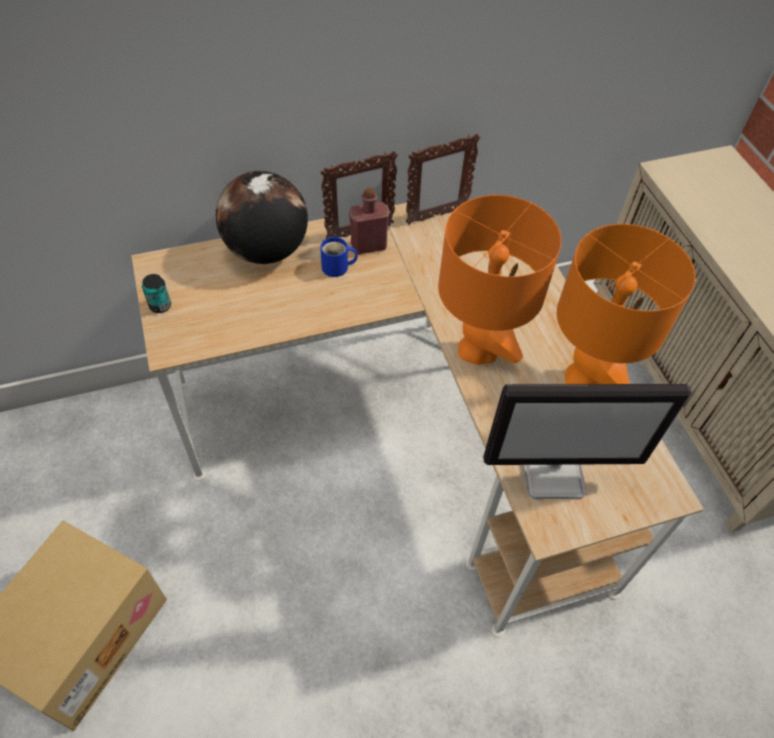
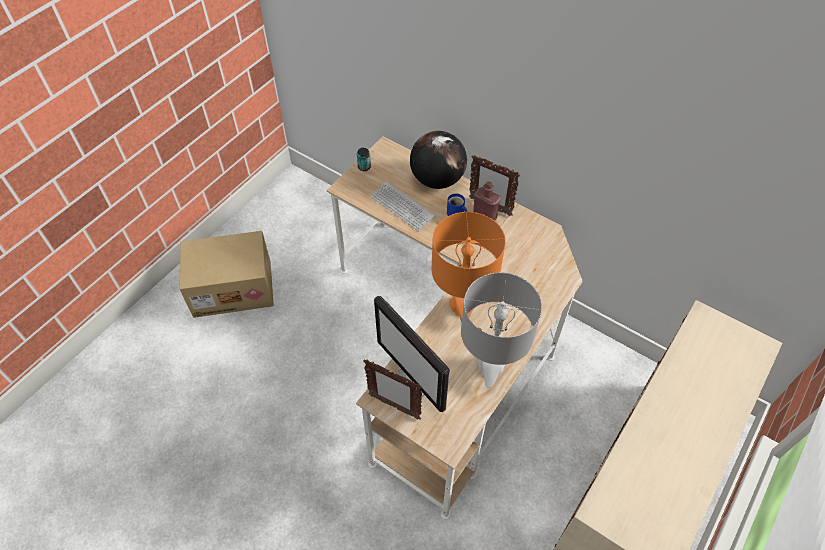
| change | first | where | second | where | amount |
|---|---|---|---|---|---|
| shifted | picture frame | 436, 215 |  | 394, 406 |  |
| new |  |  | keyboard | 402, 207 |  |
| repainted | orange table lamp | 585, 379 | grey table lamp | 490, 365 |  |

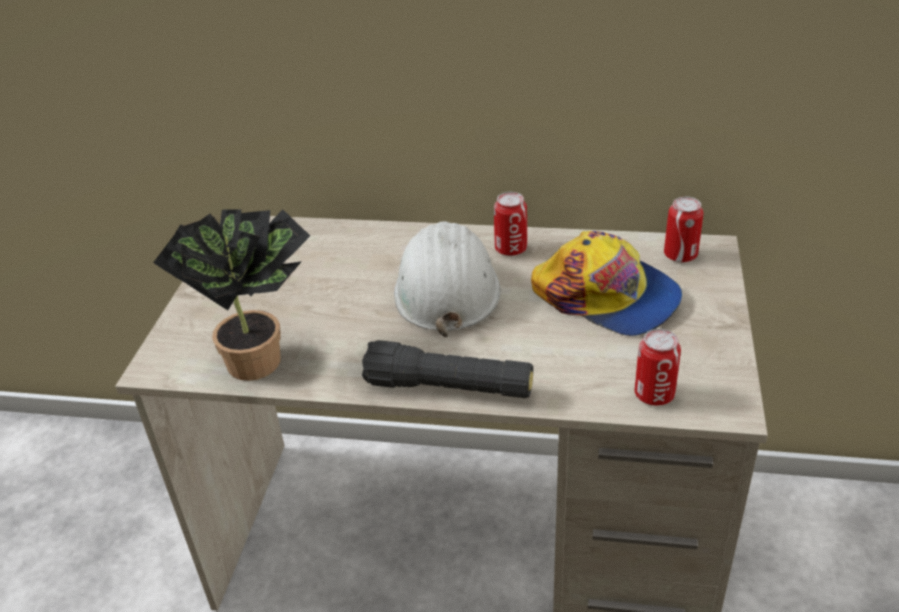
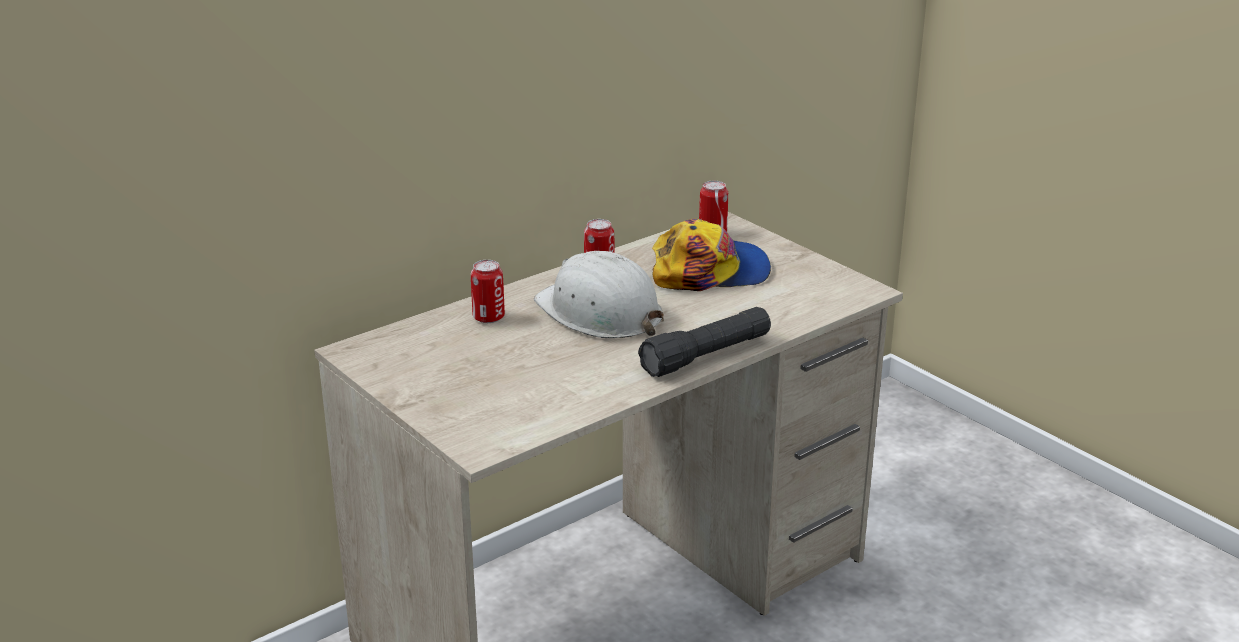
| change | first | where | second | where | amount |
|---|---|---|---|---|---|
| shifted | can | 654, 394 |  | 488, 317 |  |
| gone | potted plant | 260, 357 |  |  |  |

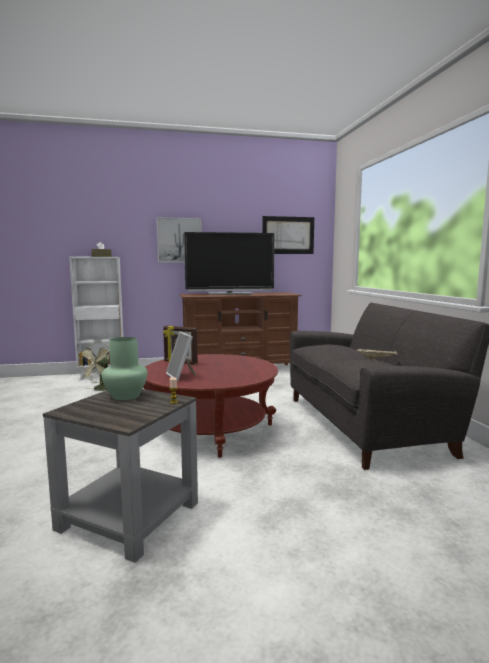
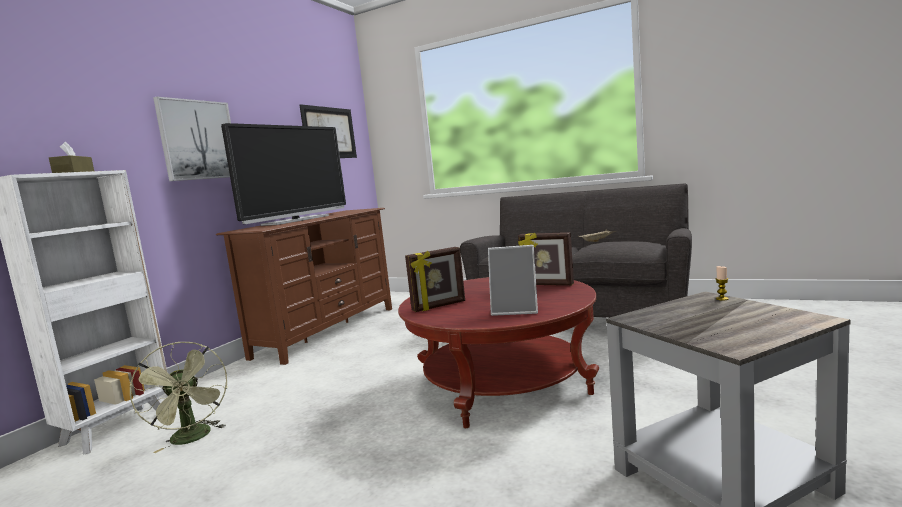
| change | first | where | second | where | amount |
|---|---|---|---|---|---|
| new |  |  | picture frame | 547, 285 |  |
| gone | green vase | 126, 396 |  |  |  |

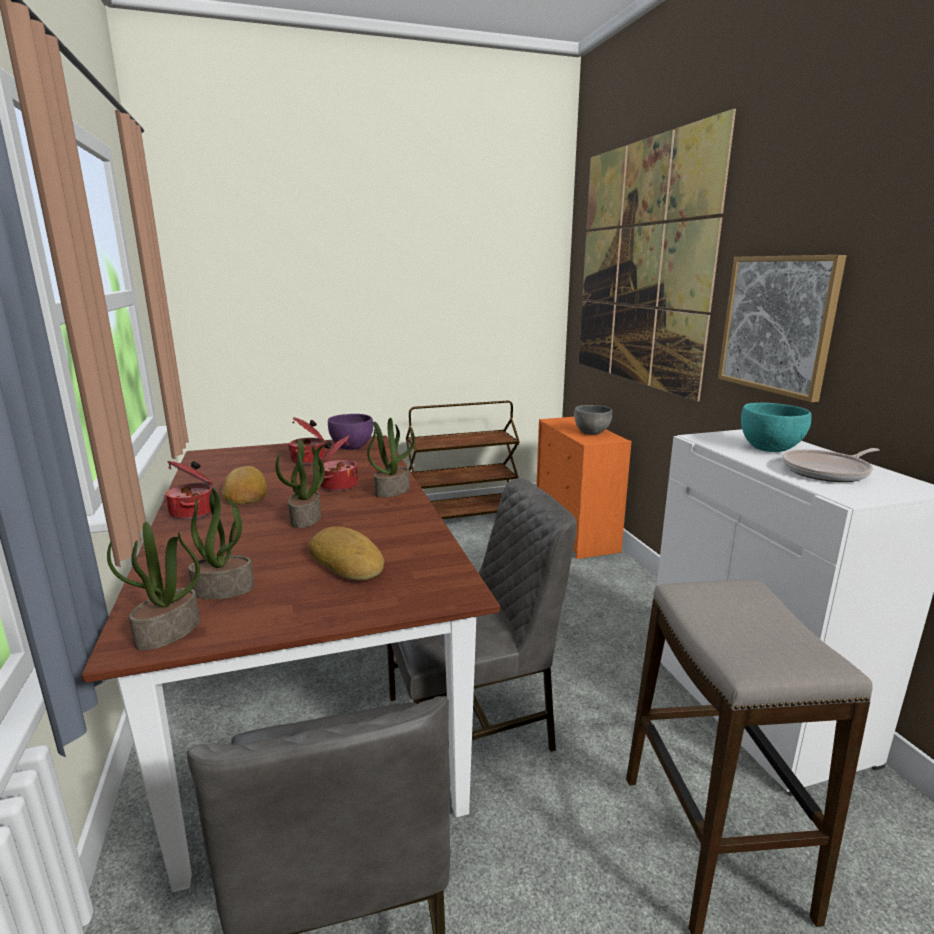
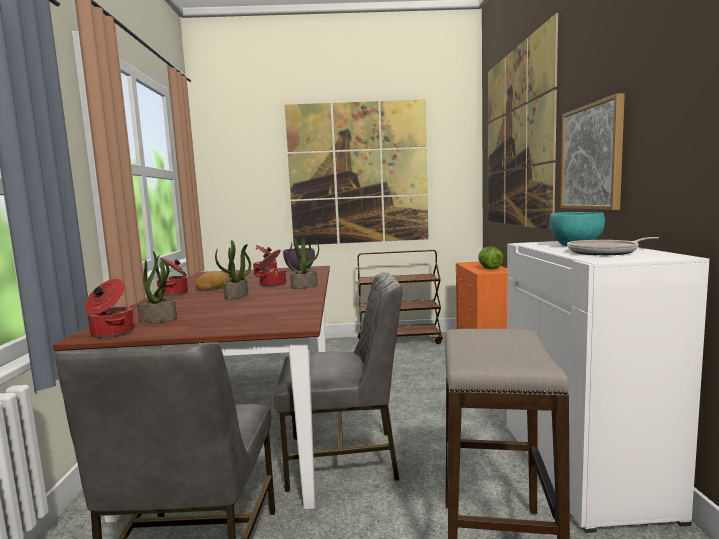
| change | first | where | second | where | amount |
|---|---|---|---|---|---|
| swapped | potted plant | 168, 633 | cooking pot | 111, 333 |  |
| new |  |  | picture | 358, 173 |  |
| swapped | grey bowl | 591, 433 | lettuce | 490, 268 |  |
| gone | bread | 348, 561 |  |  |  |

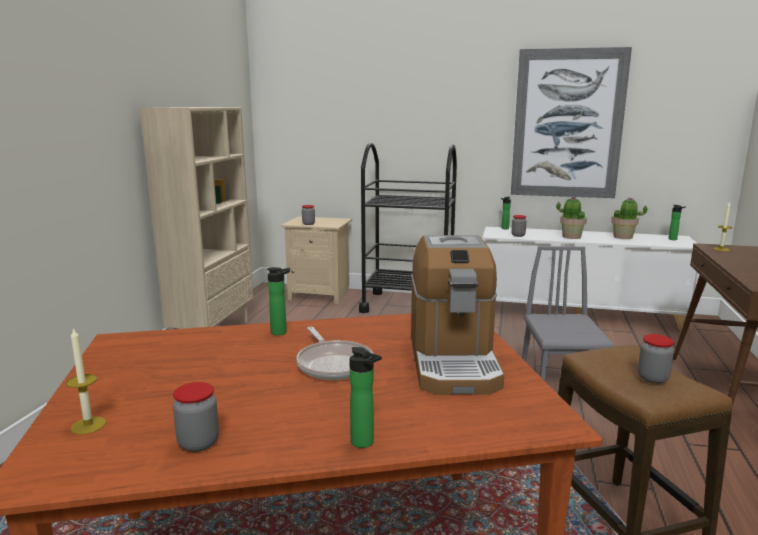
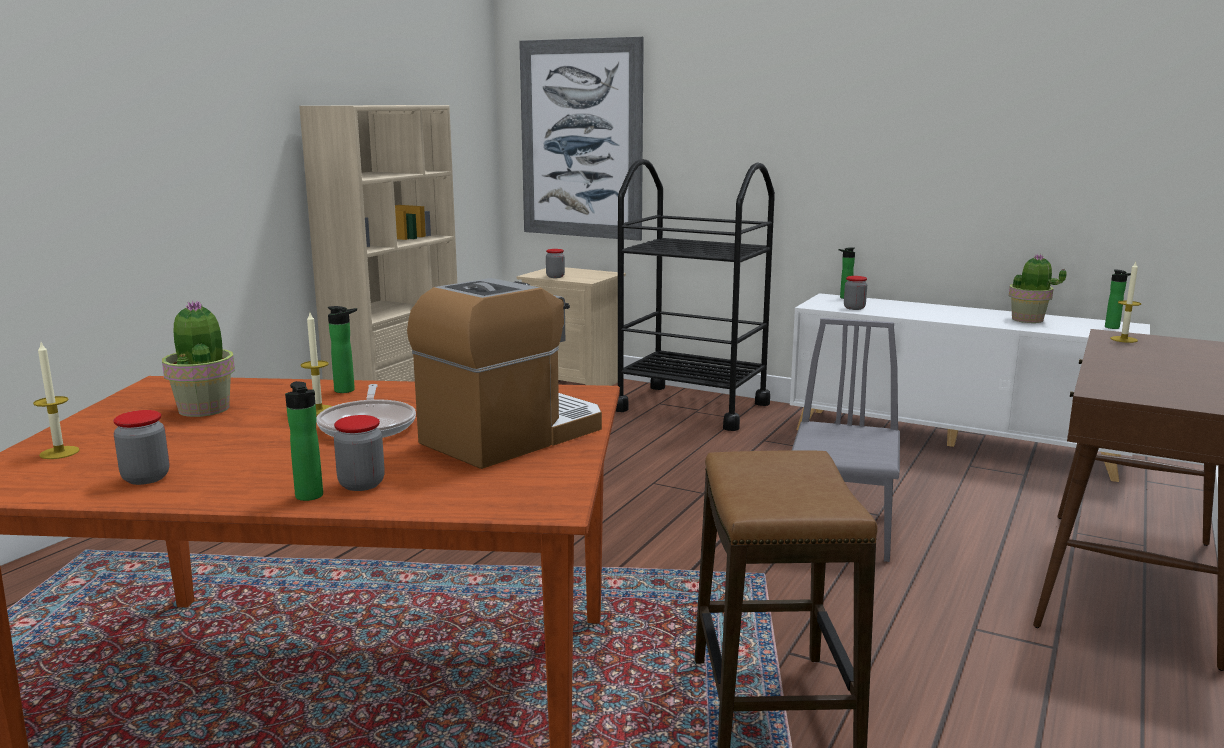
| change | first | where | second | where | amount |
|---|---|---|---|---|---|
| shifted | potted plant | 571, 236 |  | 204, 409 |  |
| new |  |  | candle | 318, 410 |  |
| shifted | jar | 652, 378 |  | 361, 484 |  |
| rotated | coffee machine | 453, 361 |  | 512, 436 | 150 degrees counterclockwise |
| shifted | picture | 567, 124 |  | 581, 140 |  |

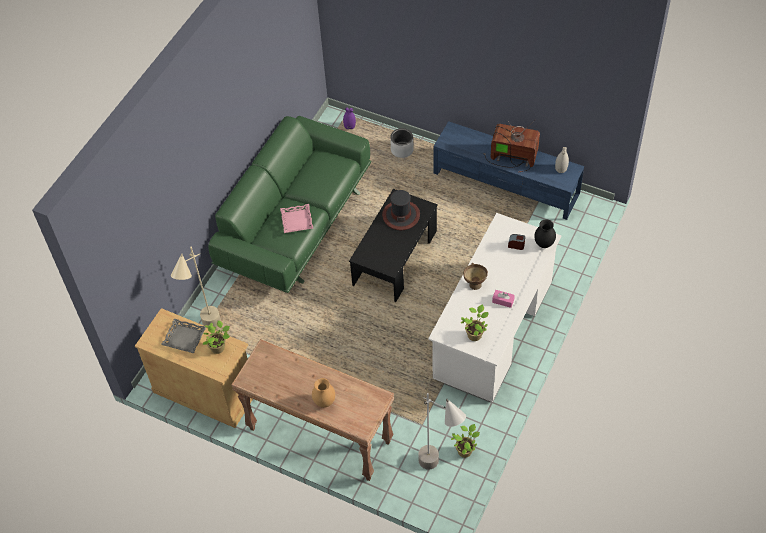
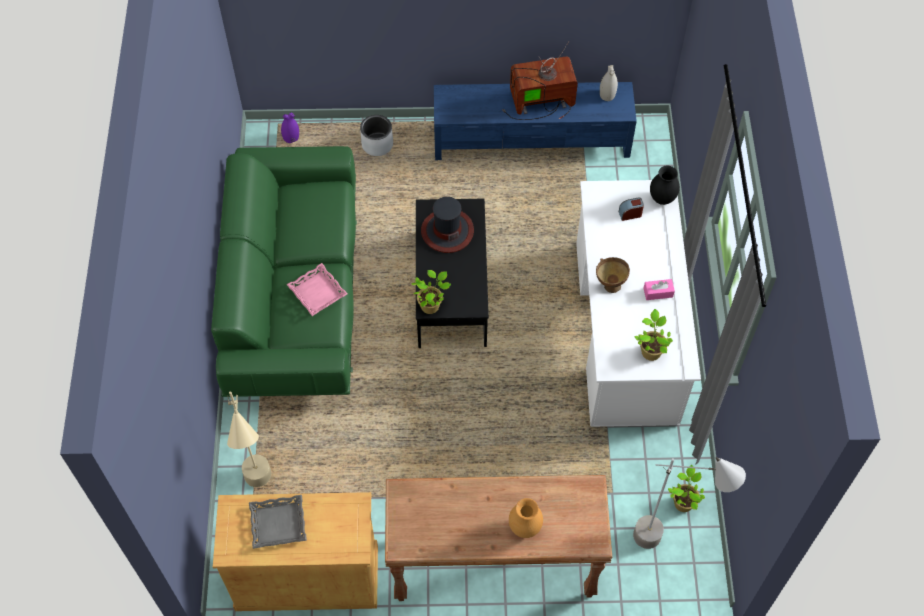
| change | first | where | second | where | amount |
|---|---|---|---|---|---|
| shifted | potted plant | 219, 347 |  | 431, 305 |  |

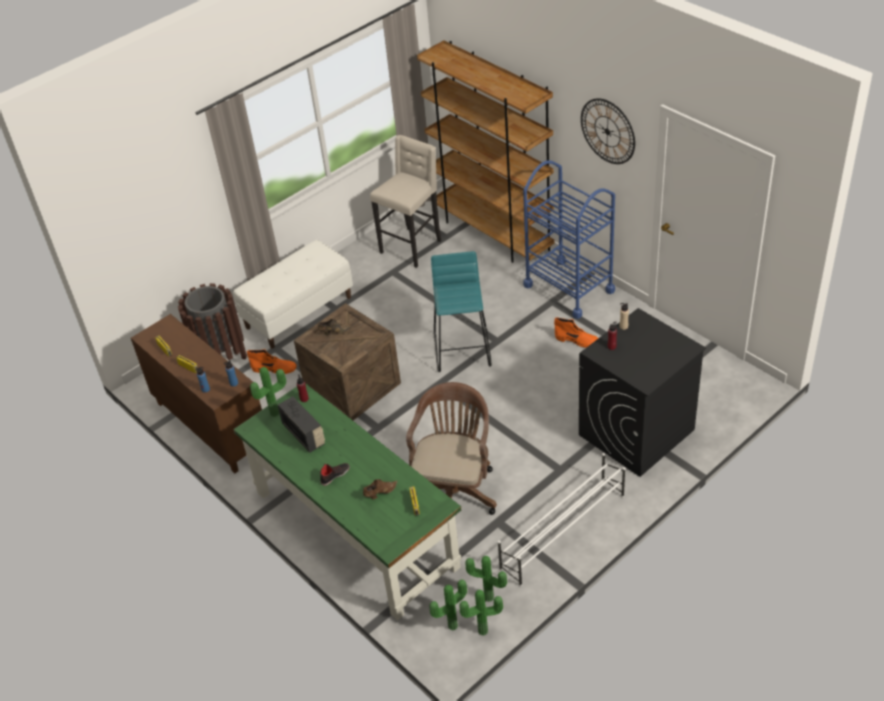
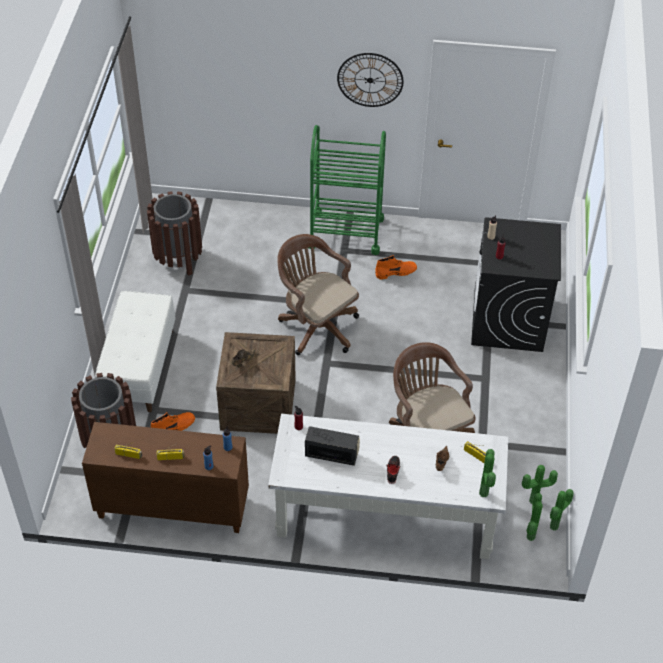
| change | first | where | second | where | amount |
|---|---|---|---|---|---|
| swapped | beige stool | 412, 246 | brown trash can | 178, 259 |  |
| repainted | green desk | 354, 529 | white desk | 384, 514 |  |
| swapped | turquoise stool | 463, 350 | brown office chair | 316, 326 |  |
| repainted | blue cart | 569, 288 | green cart | 346, 232 |  |
| shifted | potted plant | 276, 414 |  | 485, 493 |  |
| gone | brown bookcase | 492, 233 |  |  |  |
| gone | white shoe rack | 562, 532 |  |  |  |

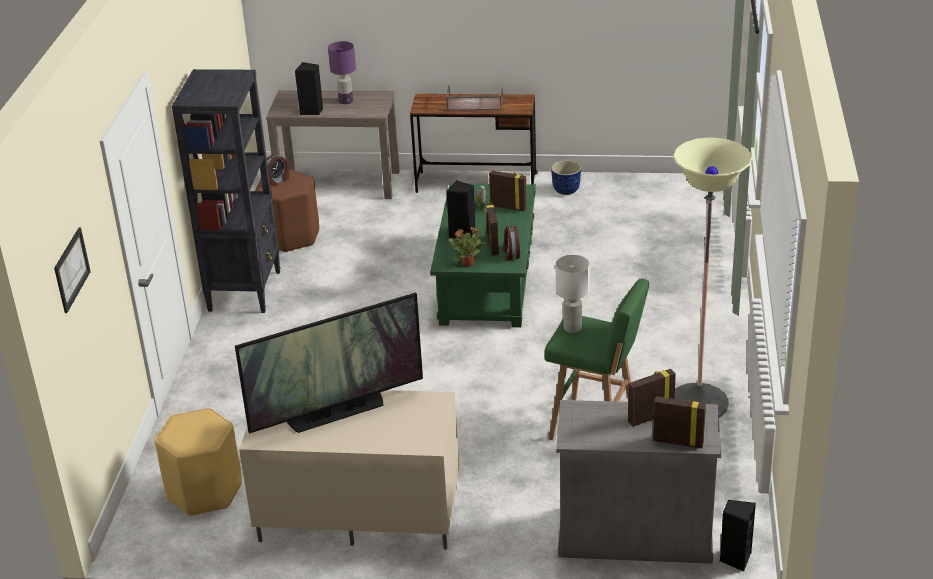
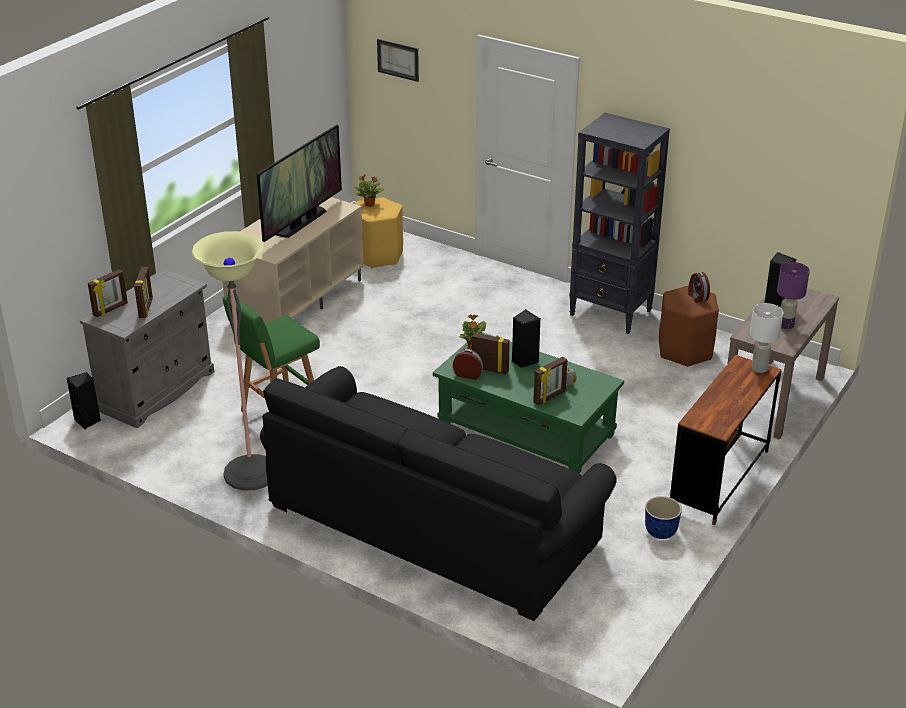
| change | first | where | second | where | amount |
|---|---|---|---|---|---|
| rotated | television | 337, 413 |  | 302, 222 | 150 degrees counterclockwise |
| new |  |  | black sofa | 432, 524 |  |
| new |  |  | potted plant | 370, 204 |  |
| shifted | white table lamp | 572, 328 |  | 759, 368 |  |
| gone | brown tray | 474, 104 |  |  |  |

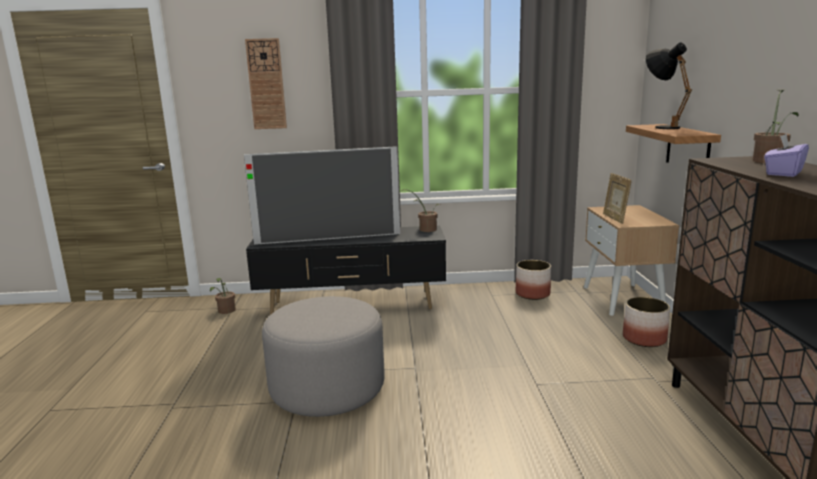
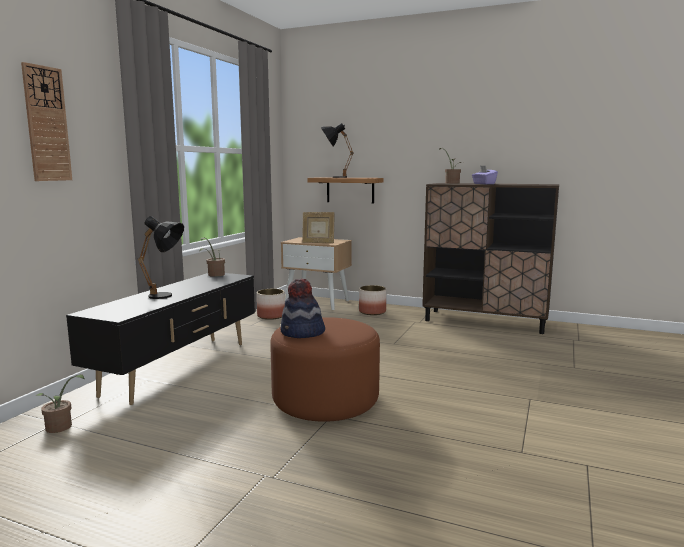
| change | first | where | second | where | amount |
|---|---|---|---|---|---|
| swapped | television | 328, 239 | black table lamp | 166, 297 |  |
| repainted | grey ottoman | 328, 388 | brown ottoman | 325, 400 |  |
| new |  |  | hat | 302, 333 |  |

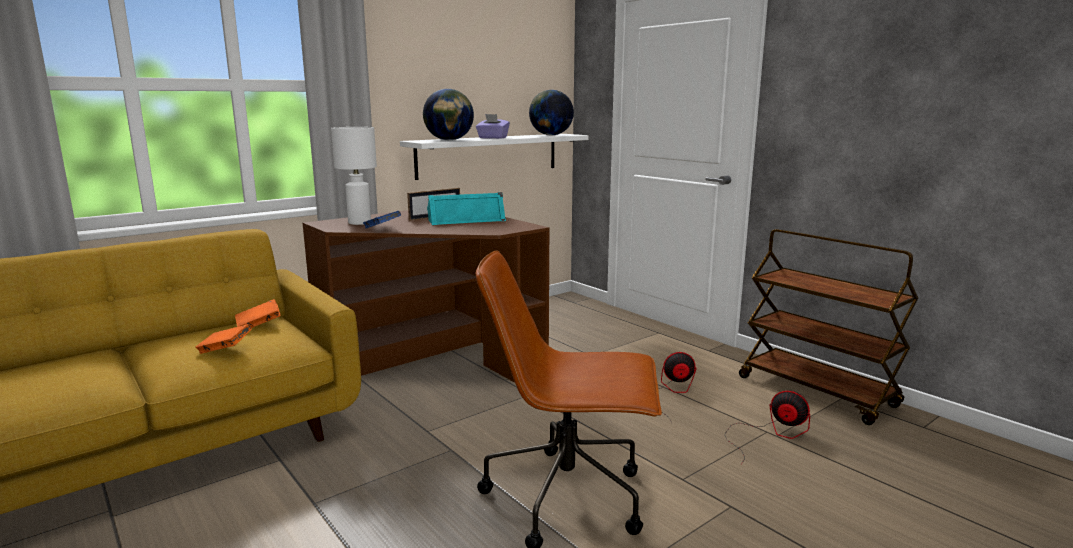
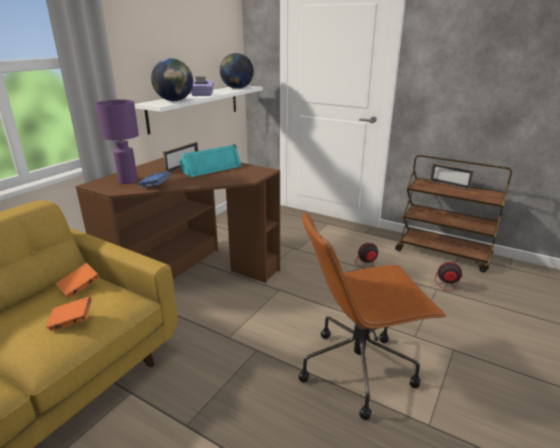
| change | first | where | second | where | amount |
|---|---|---|---|---|---|
| repainted | white table lamp | 359, 223 | purple table lamp | 128, 181 |  |
| new |  |  | picture frame | 449, 184 |  |

